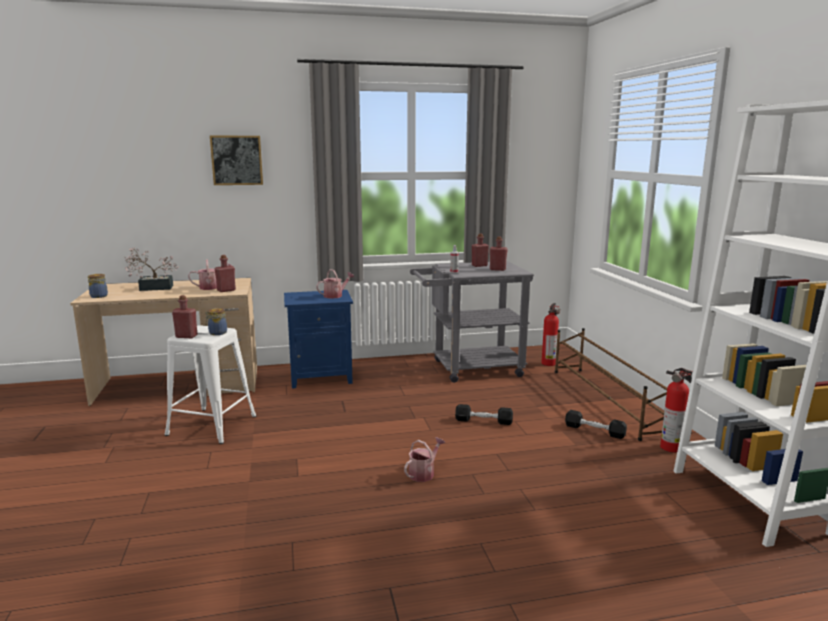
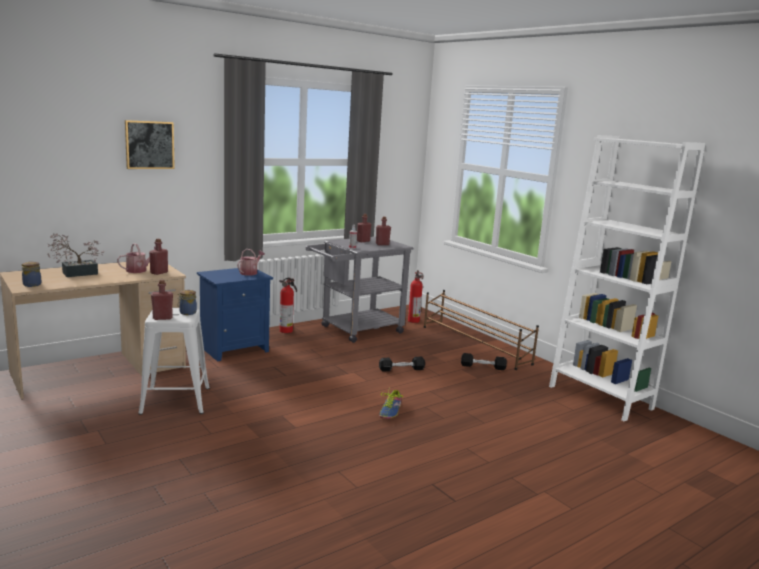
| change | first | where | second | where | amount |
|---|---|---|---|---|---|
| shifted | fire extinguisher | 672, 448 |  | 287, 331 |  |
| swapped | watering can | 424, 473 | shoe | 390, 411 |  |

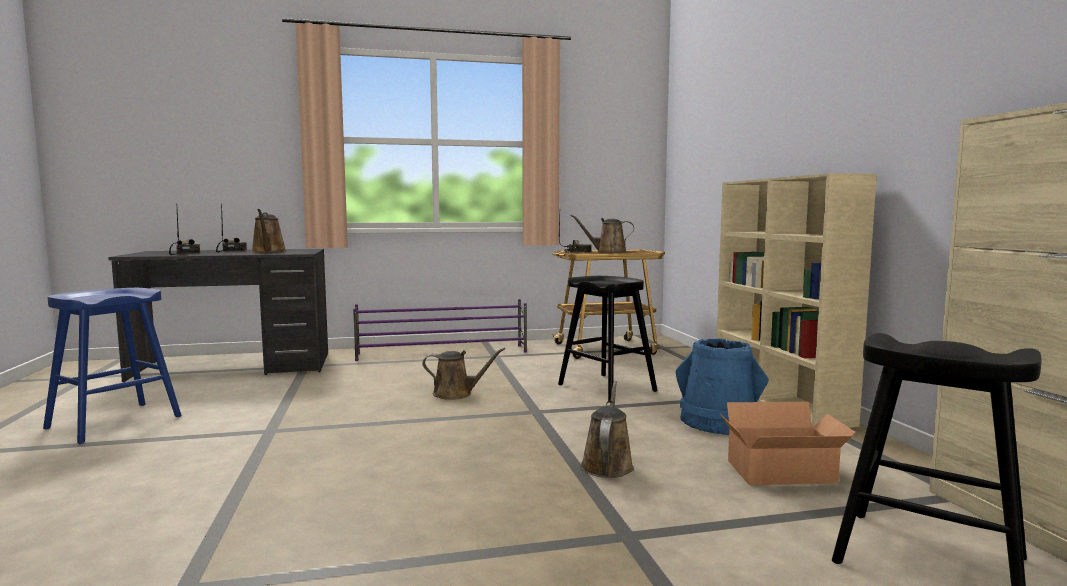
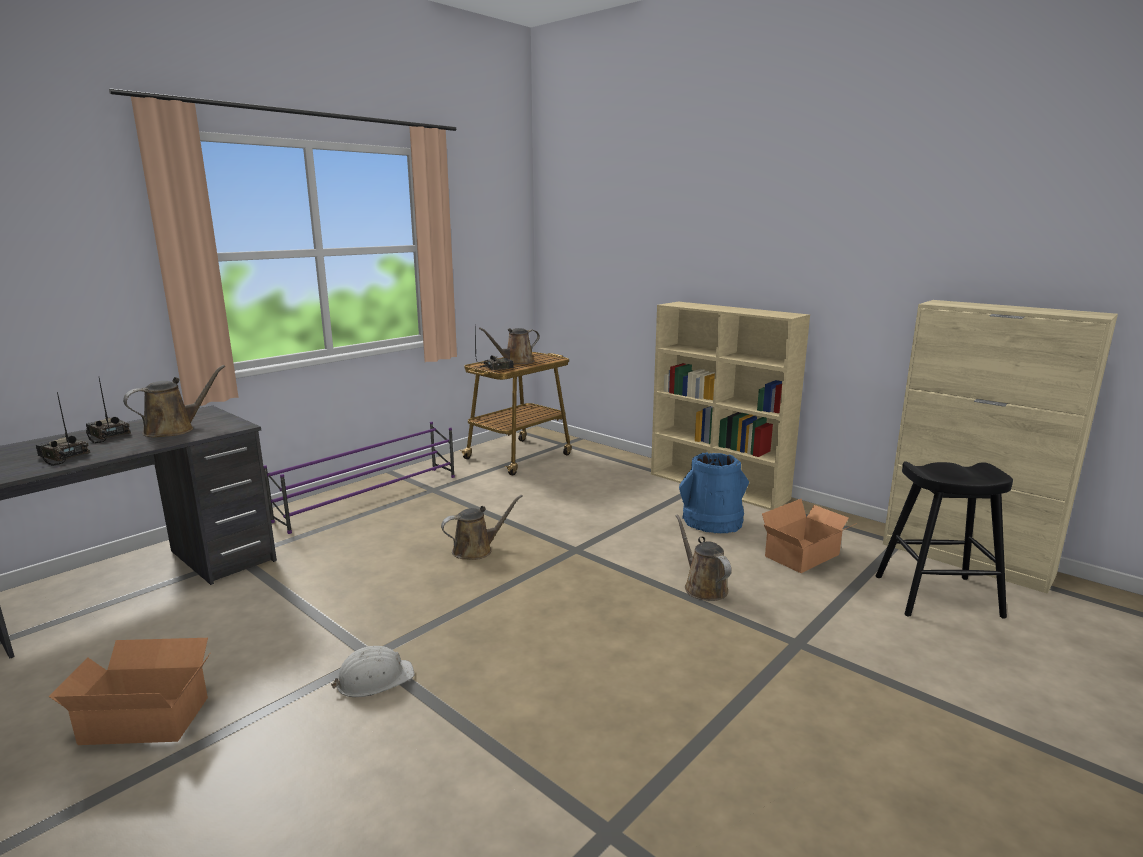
| change | first | where | second | where | amount |
|---|---|---|---|---|---|
| swapped | blue stool | 114, 422 | cardboard box | 145, 717 |  |
| rotated | brown watering can | 268, 252 |  | 174, 429 | 90 degrees counterclockwise |
| new |  |  | white hard hat | 374, 679 |  |
| gone | black stool | 606, 388 |  |  |  |

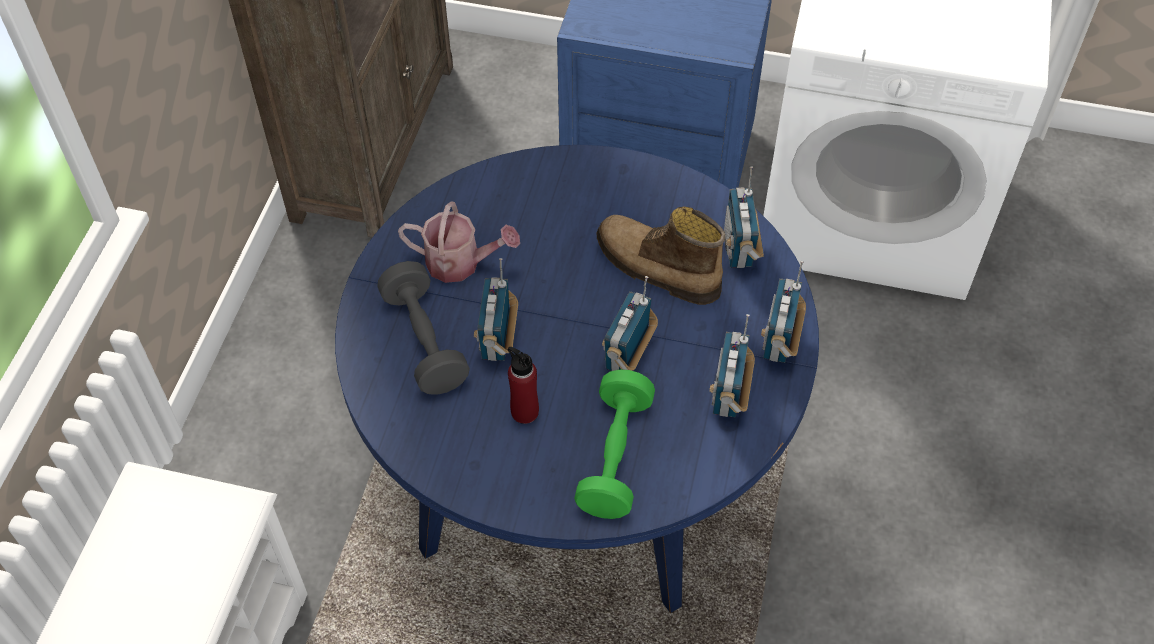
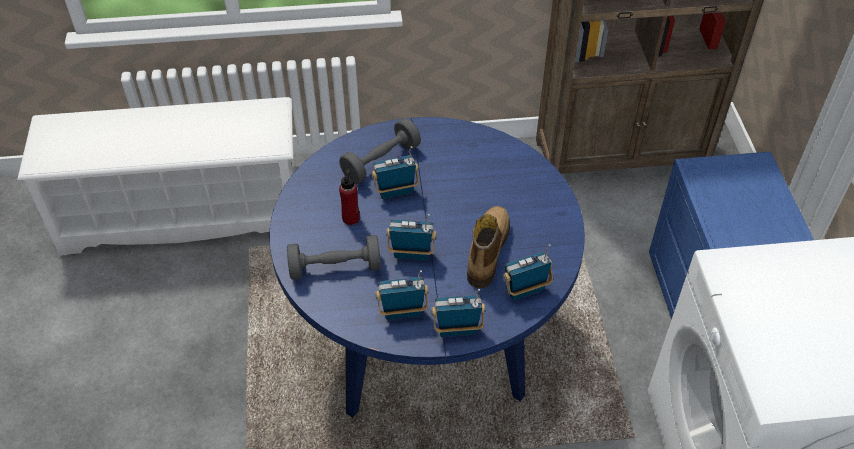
| change | first | where | second | where | amount |
|---|---|---|---|---|---|
| repainted | green dumbbell | 615, 457 | grey dumbbell | 335, 268 |  |
| gone | watering can | 460, 263 |  |  |  |

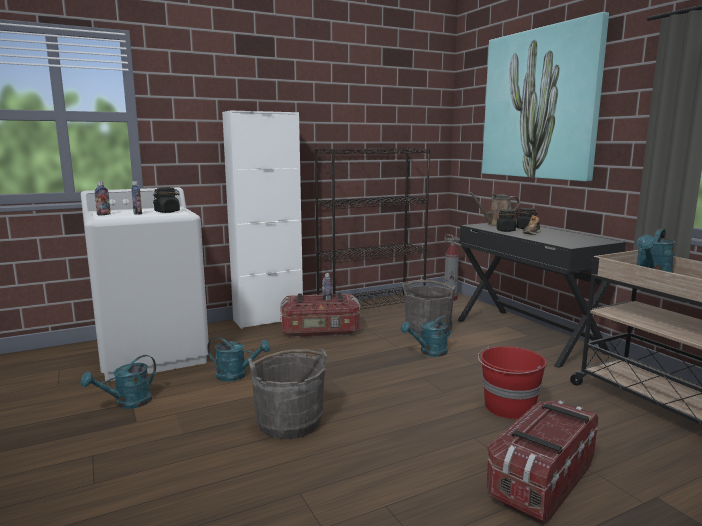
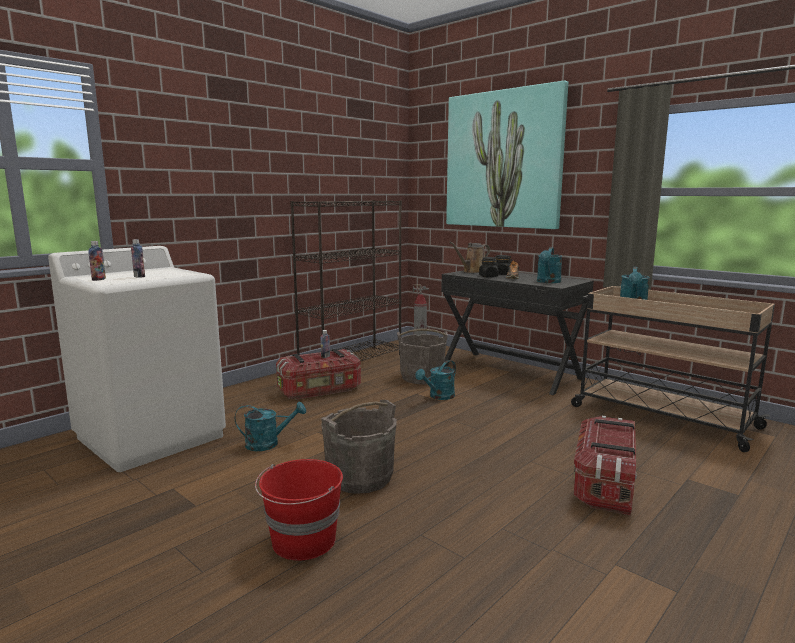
| change | first | where | second | where | amount |
|---|---|---|---|---|---|
| shifted | red bucket | 509, 407 |  | 303, 541 |  |
| shifted | turquoise watering can | 127, 403 |  | 548, 282 |  |
| gone | black jar | 167, 212 |  |  |  |
| gone | white cabinet | 268, 319 |  |  |  |

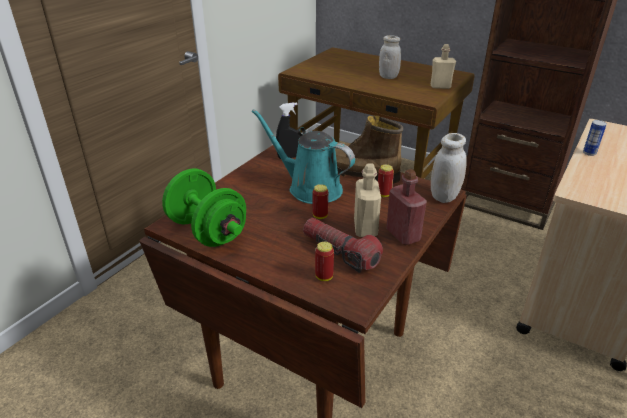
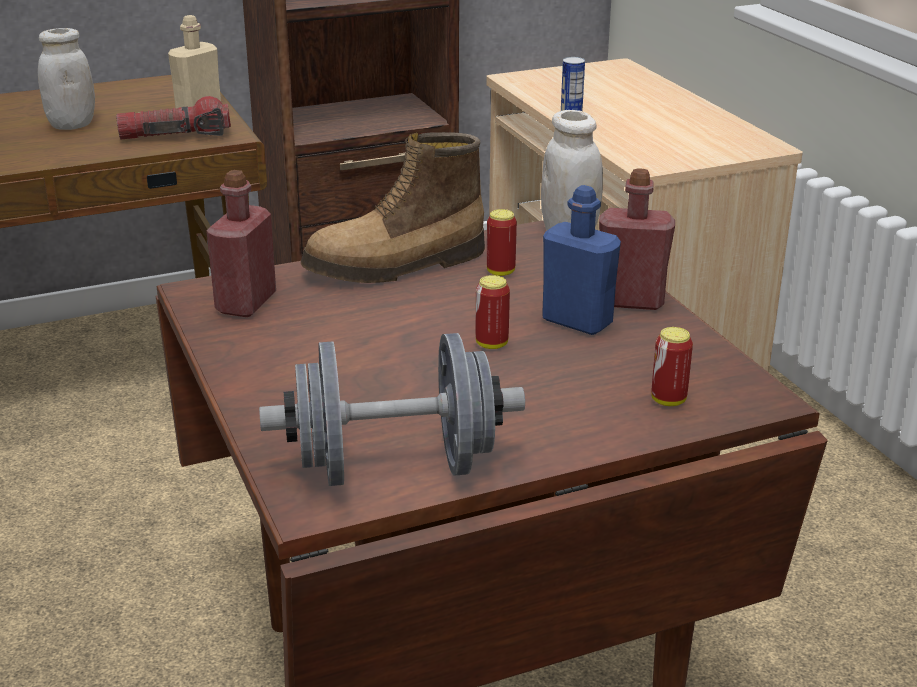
| change | first | where | second | where | amount |
|---|---|---|---|---|---|
| shifted | flashlight | 340, 252 |  | 175, 136 |  |
| swapped | black spray bottle | 289, 157 | red bottle | 246, 303 |  |
| repainted | green dumbbell | 207, 231 | grey dumbbell | 394, 467 |  |
| repainted | beige bottle | 365, 228 | blue bottle | 577, 321 |  |
| gone | turquoise watering can | 310, 188 |  |  |  |

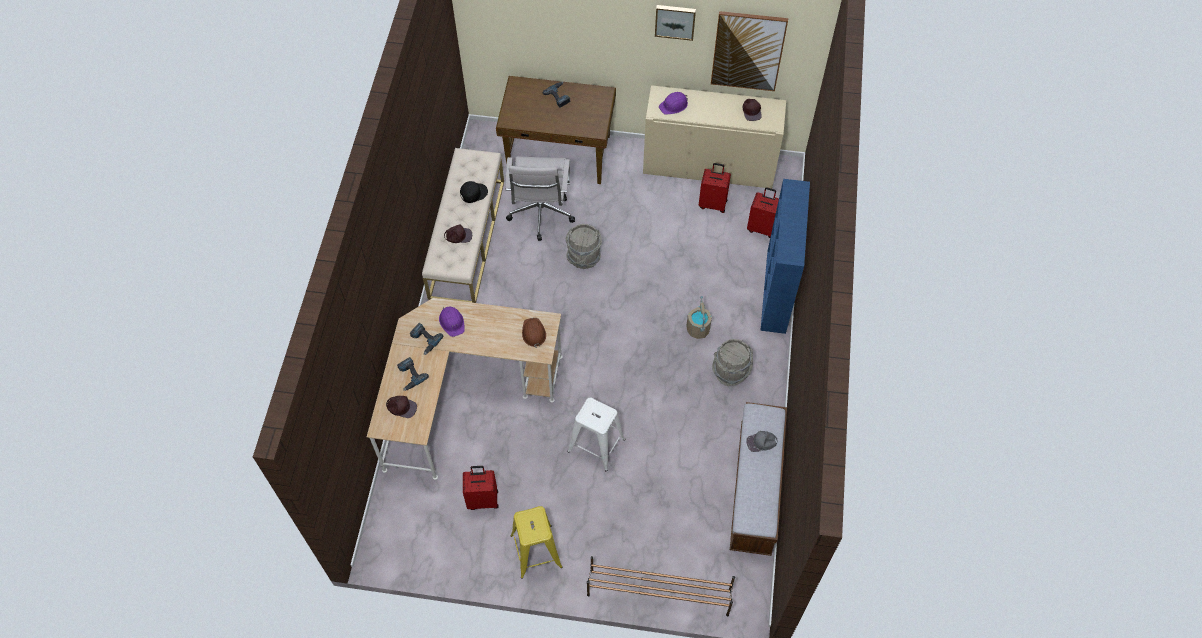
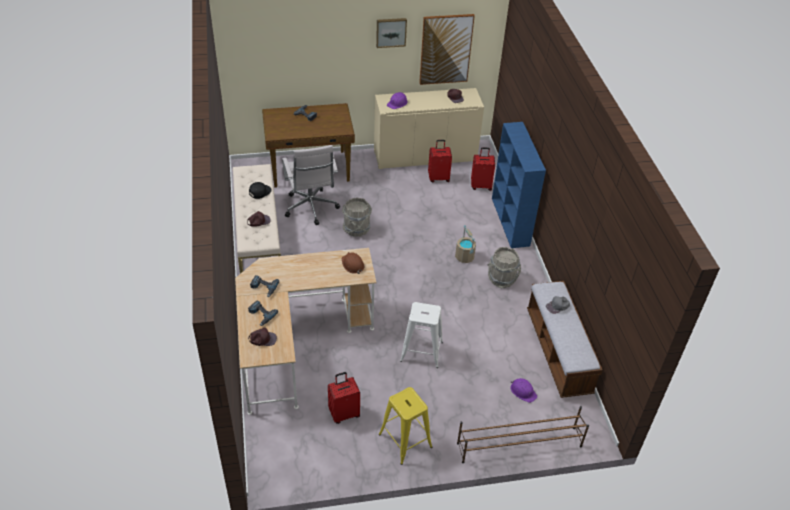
| change | first | where | second | where | amount |
|---|---|---|---|---|---|
| shifted | purple hard hat | 452, 322 |  | 523, 391 |  |

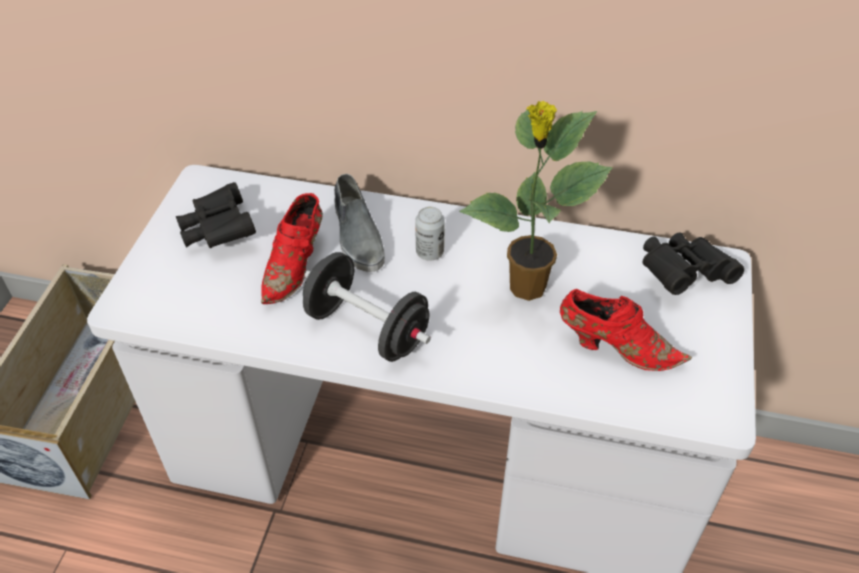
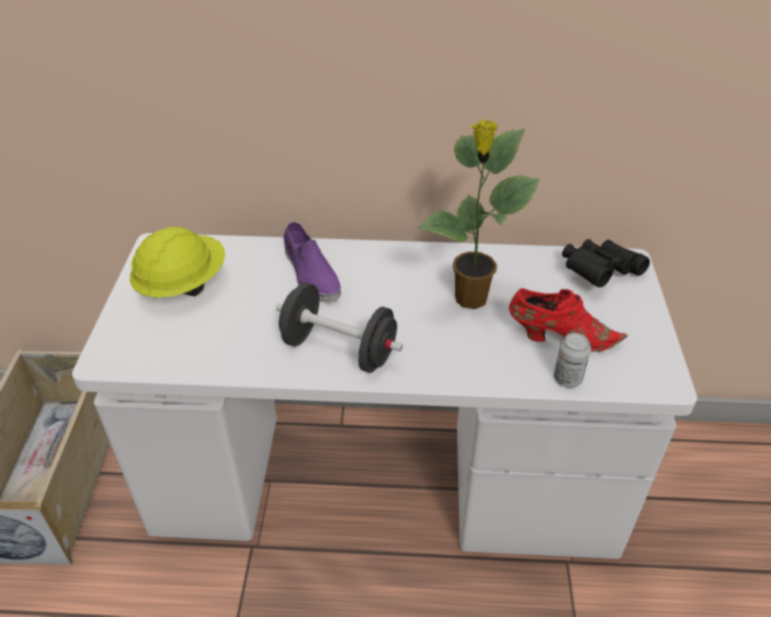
| change | first | where | second | where | amount |
|---|---|---|---|---|---|
| swapped | black binoculars | 218, 231 | yellow hard hat | 182, 285 |  |
| repainted | grey shoe | 357, 234 | purple shoe | 310, 274 |  |
| shifted | can | 429, 252 |  | 567, 379 |  |
| gone | red shoe | 296, 266 |  |  |  |

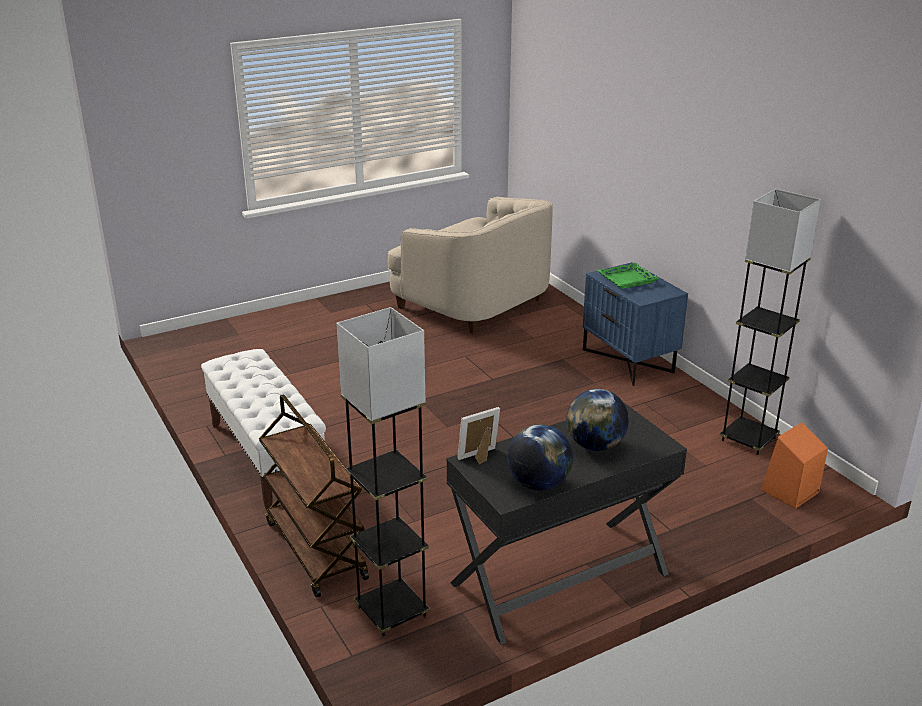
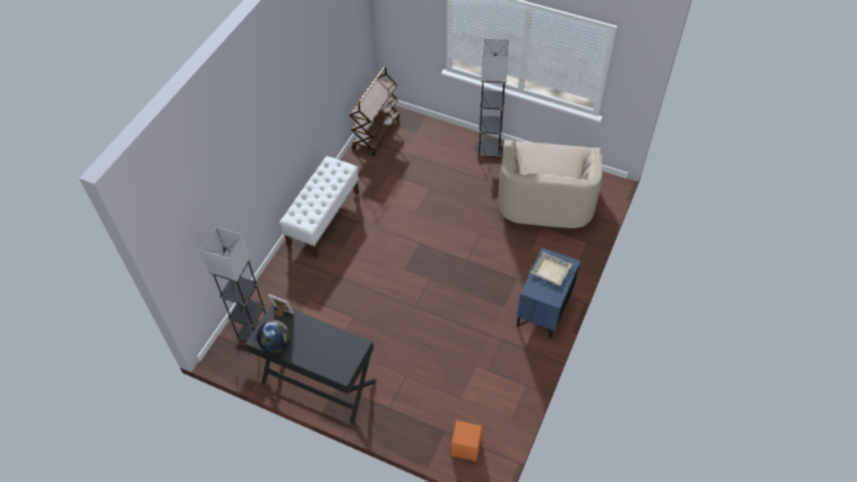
| change | first | where | second | where | amount |
|---|---|---|---|---|---|
| shifted | brown cart | 315, 549 |  | 376, 132 |  |
| shifted | grey floor lamp | 748, 439 |  | 489, 150 |  |
| repainted | green tray | 627, 280 | beige tray | 551, 271 |  |
| gone | globe | 595, 445 |  |  |  |

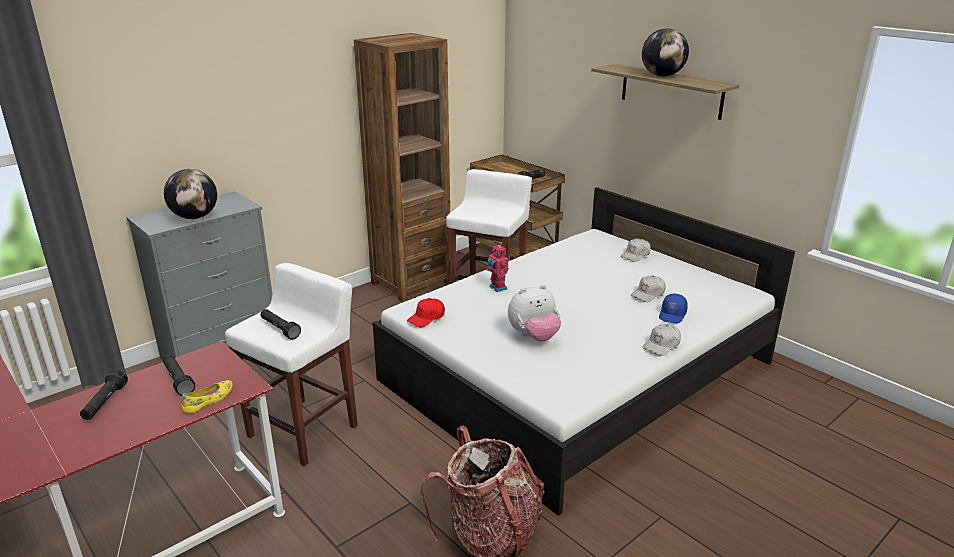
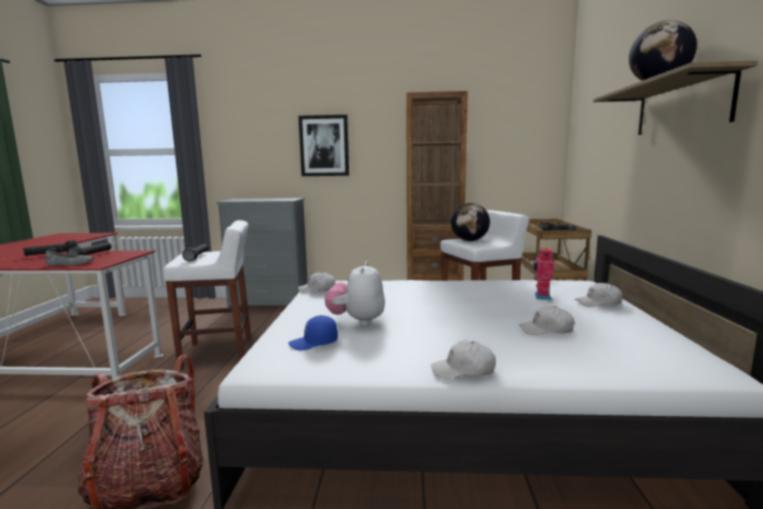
| change | first | where | second | where | amount |
|---|---|---|---|---|---|
| repainted | yellow shoe | 209, 400 | grey shoe | 69, 264 |  |
| shifted | blue cap | 672, 315 |  | 314, 343 |  |
| new |  |  | picture | 324, 146 |  |
| repainted | red cap | 426, 318 | white cap | 317, 289 |  |
| rotated | plush toy | 534, 337 |  | 357, 321 | 75 degrees clockwise |
| shifted | globe | 195, 217 |  | 469, 240 |  |
| shifted | toy robot | 497, 288 |  | 541, 297 |  |

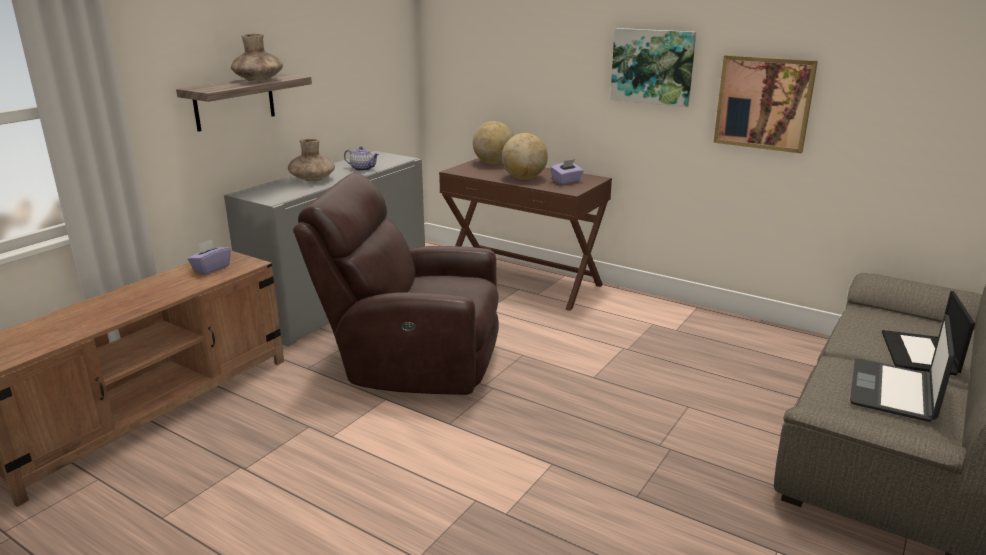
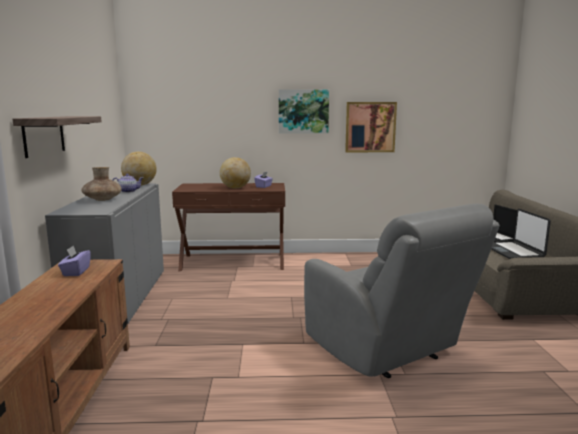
| change | first | where | second | where | amount |
|---|---|---|---|---|---|
| shifted | globe | 494, 163 |  | 140, 185 |  |
| new |  |  | grey armchair | 387, 352 |  |
| gone | brown vase | 258, 80 |  |  |  |
| gone | brown armchair | 412, 363 |  |  |  |

